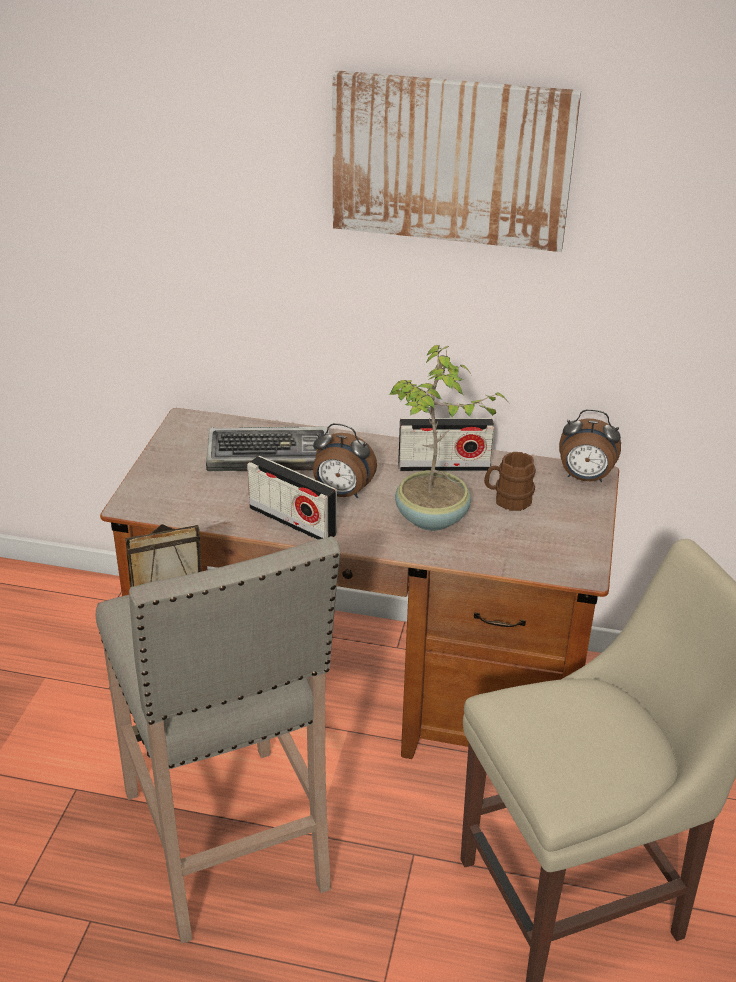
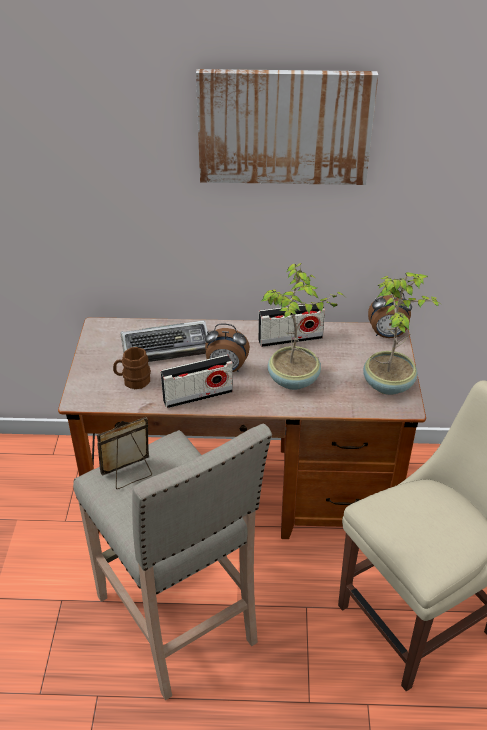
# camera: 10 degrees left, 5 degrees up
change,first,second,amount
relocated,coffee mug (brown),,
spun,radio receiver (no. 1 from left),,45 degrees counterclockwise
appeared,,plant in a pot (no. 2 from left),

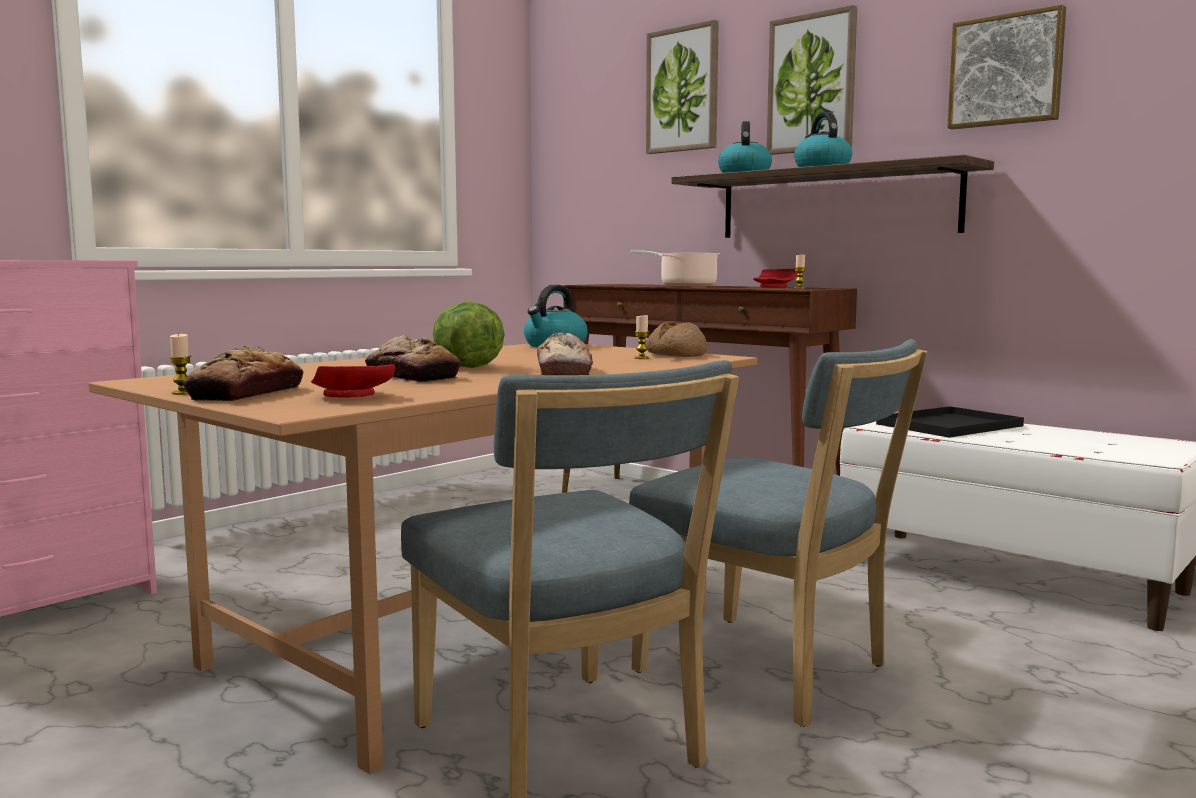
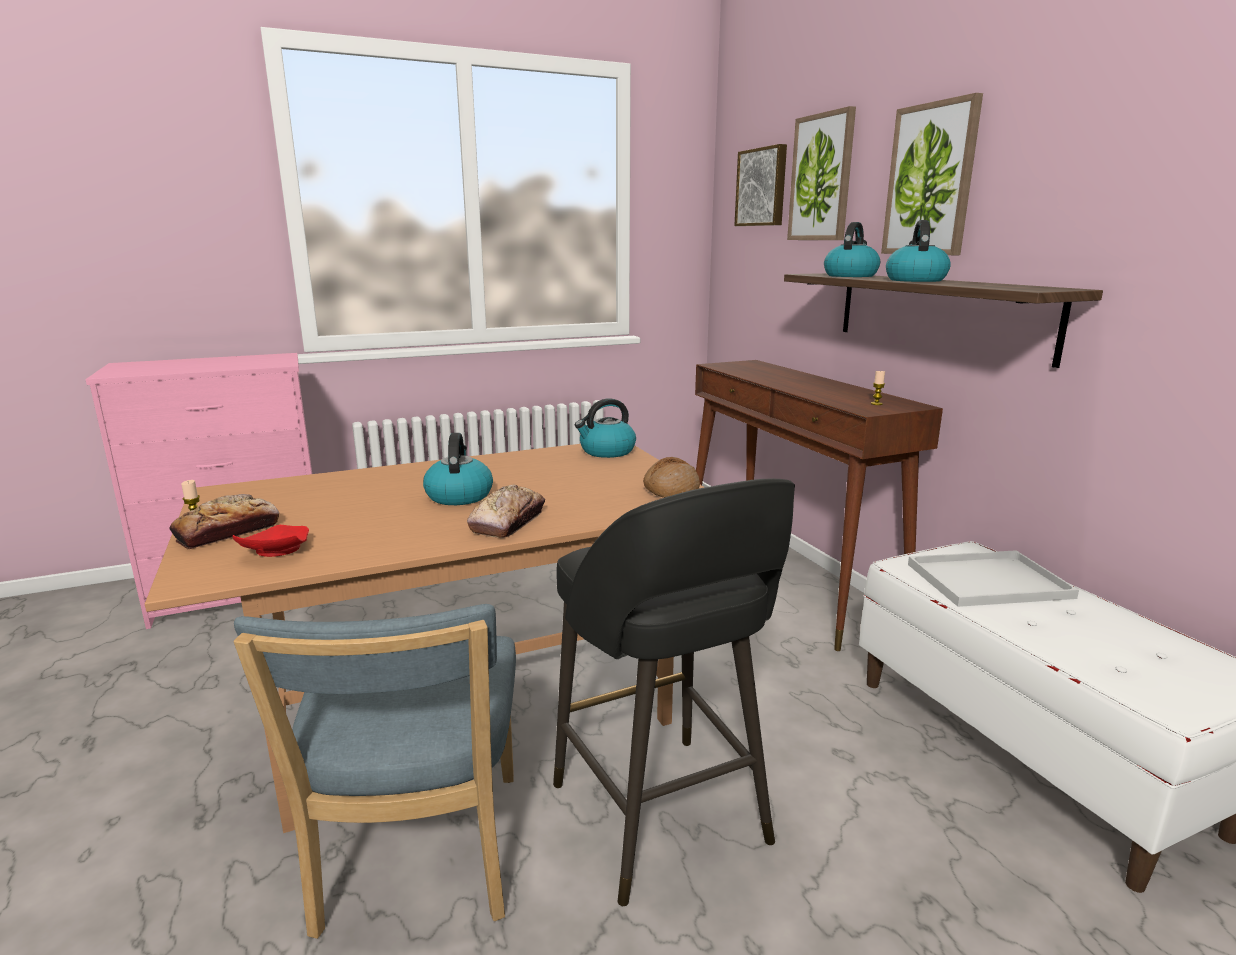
# camera: 25 degrees right, 10 degrees up
change,first,second,amount
exchanged,head of lettuce,water kettle (no. 1 from left),
exchanged,plain chair (blue-coloured) (no. 2 from left),stool seat (black-coloured),
relocated,wall picture (no. 3 from left in the first image),wall picture (no. 1 from left),
colour,carrying tray (black-coloured),carrying tray (whitish),
missing,bakery bread (no. 2 from left),,
missing,stockpot,,
missing,wax light (no. 2 from left),,
missing,plate (red) (no. 2 from left),,

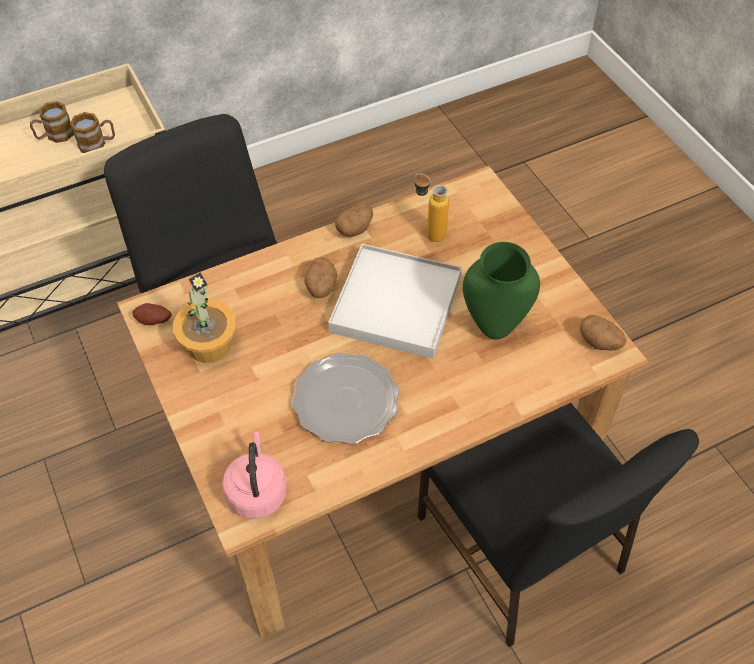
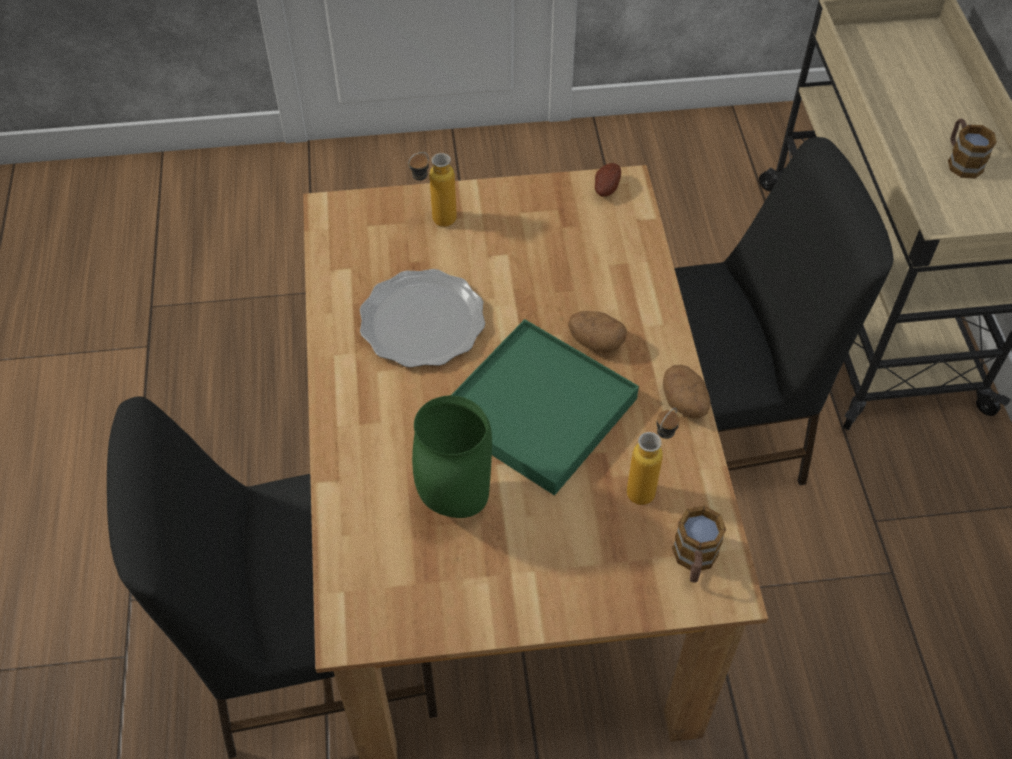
# camera: 110 degrees right, 0 degrees up
change,first,second,amount
appeared,,beverage bottle (no. 1 from left),
colour,carrying tray (whitish),carrying tray (greenish),
relocated,coffee mug (no. 2 from left in the first image),coffee mug (no. 1 from left),
missing,plant in a pot,,
missing,water kettle (pink-coloured),,
missing,whole potato (no. 4 from left),,

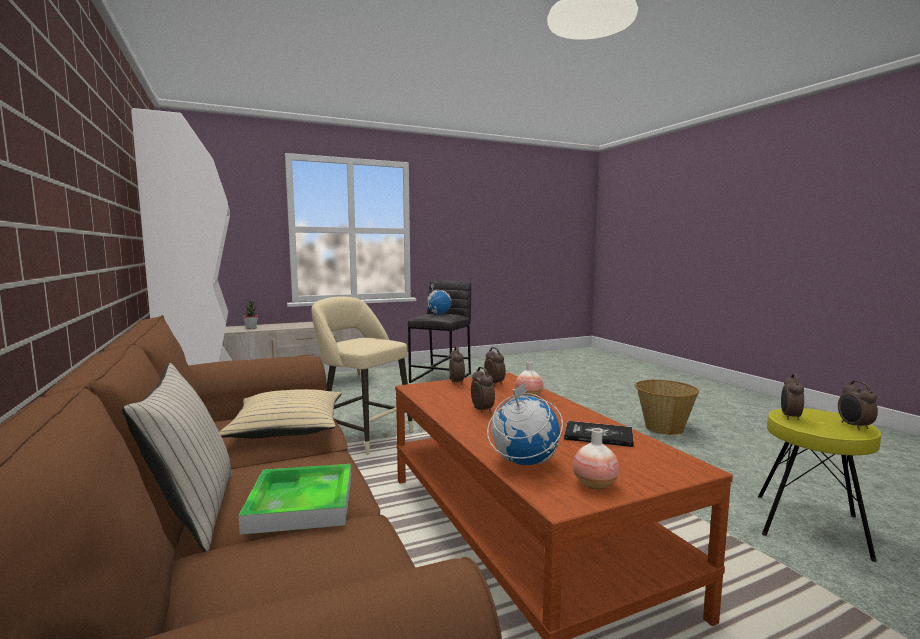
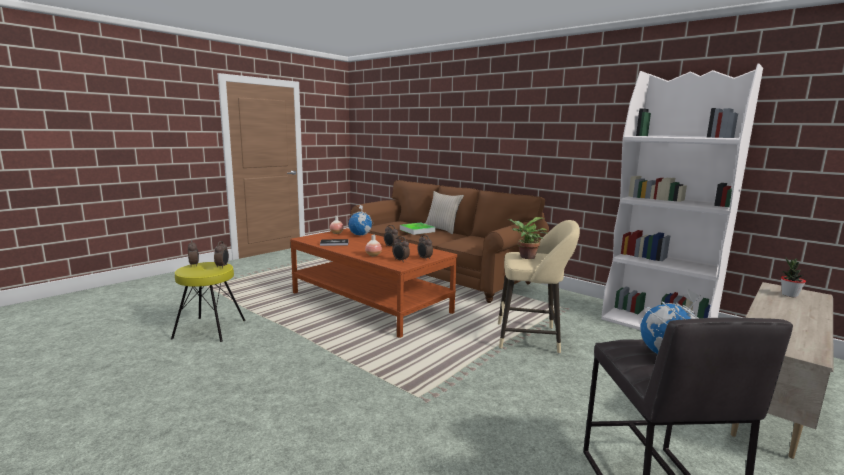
# camera: 155 degrees right, 5 degrees up
change,first,second,amount
appeared,,plant in a pot (no. 1 from left),
missing,cushion (beige) (no. 2 from left),,
missing,basket,,

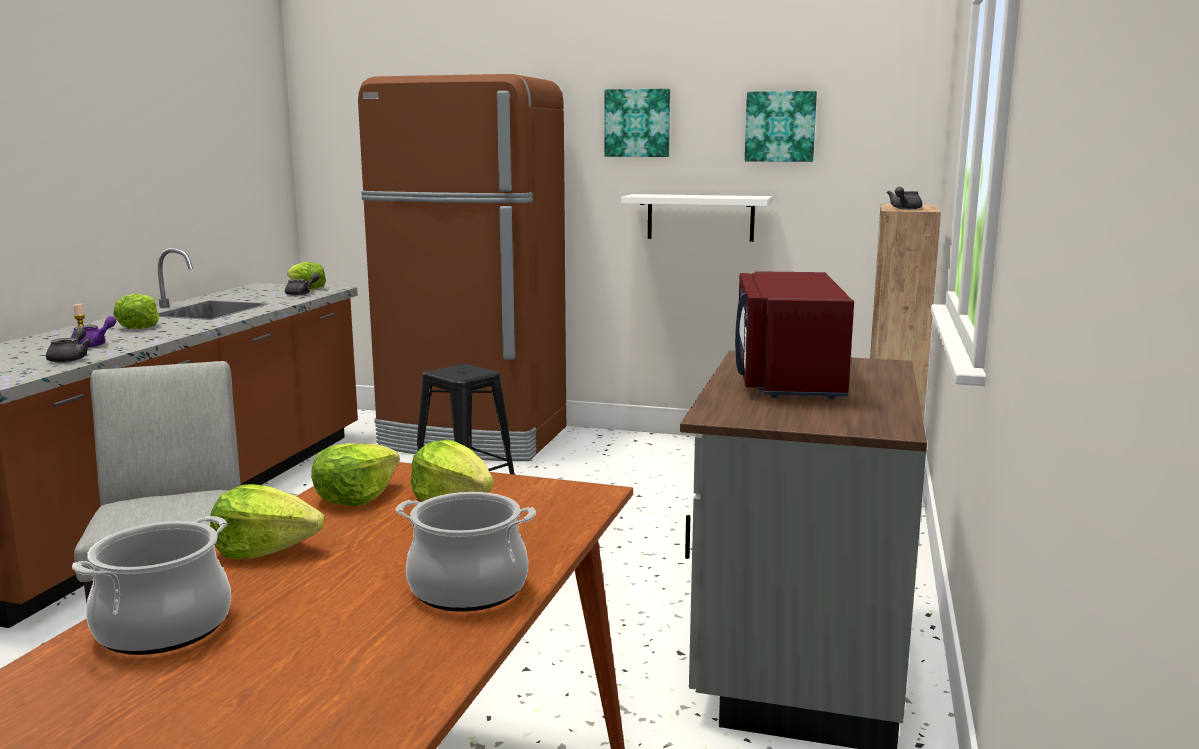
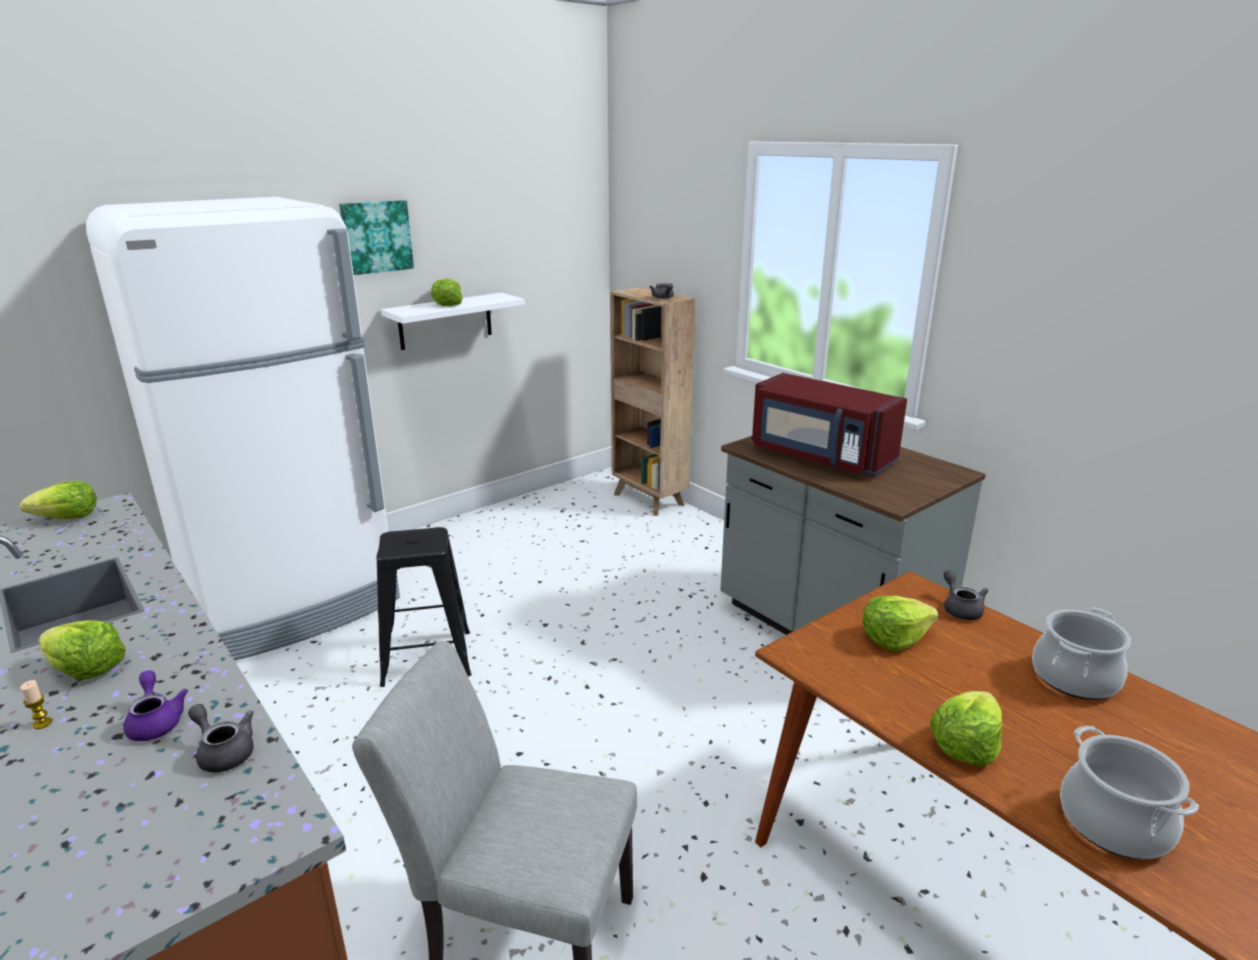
# camera: 55 degrees left, 10 degrees up
change,first,second,amount
colour,kitchen fridge (brown),kitchen fridge (whitish),
relocated,head of lettuce (no. 4 from left in the first image),head of lettuce (no. 3 from left),
relocated,pot for tea (grey) (no. 2 from left in the first image),pot for tea (grey) (no. 3 from left),
missing,wall picture (no. 2 from left),,

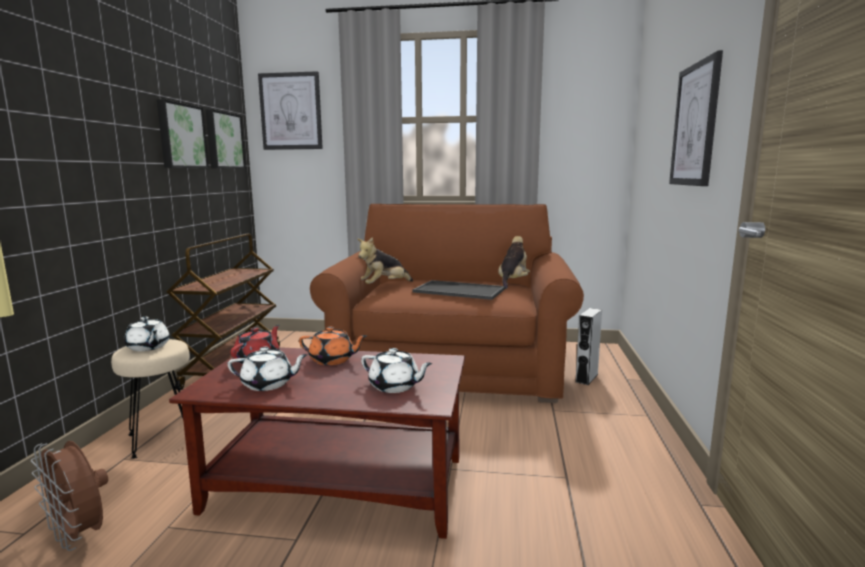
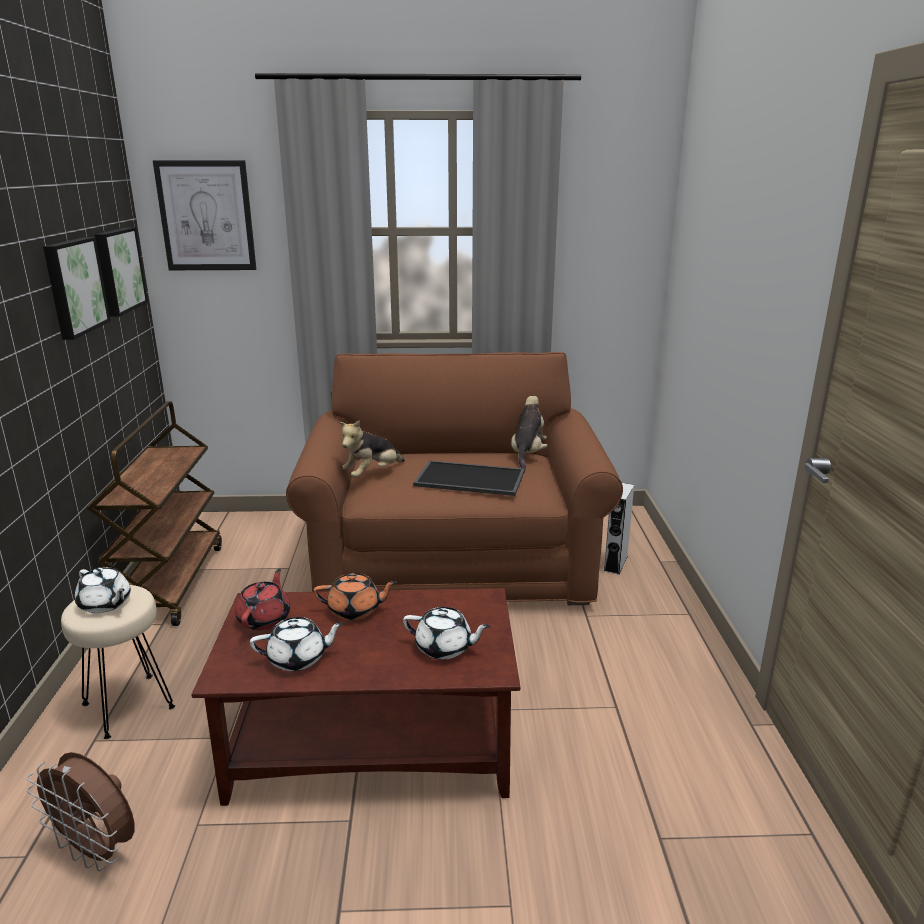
# camera: 10 degrees left, 10 degrees up
change,first,second,amount
missing,wall picture (no. 4 from left),,

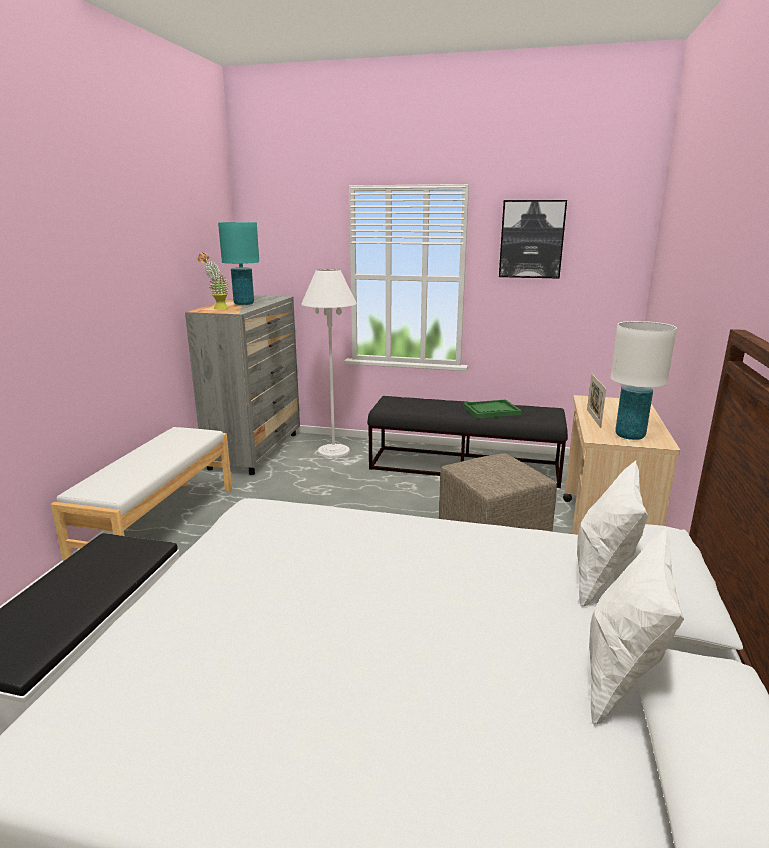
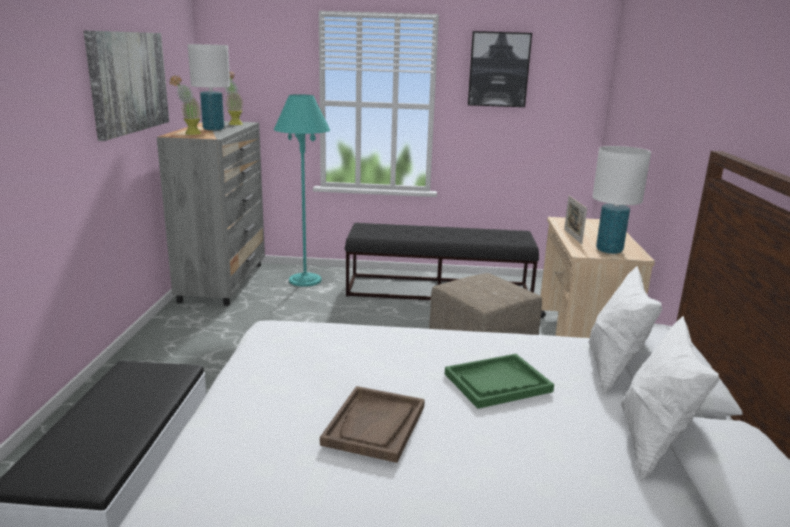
# camera: 10 degrees left, 0 degrees up
change,first,second,amount
appeared,,wall picture (no. 1 from left),
colour,table lamp (turquoise),table lamp (whitish) (no. 1 from left),
appeared,,plant in a pot (no. 2 from left),
colour,standard lamp (whitish),standard lamp (turquoise),
appeared,,carrying tray (brown),
relocated,carrying tray (greenish),,
missing,indoor bench (whitish) (no. 2 from left),,

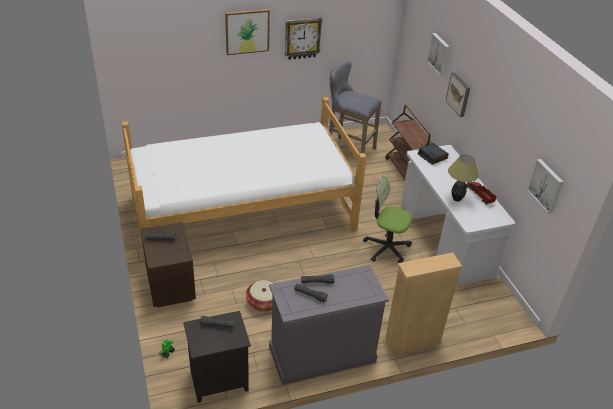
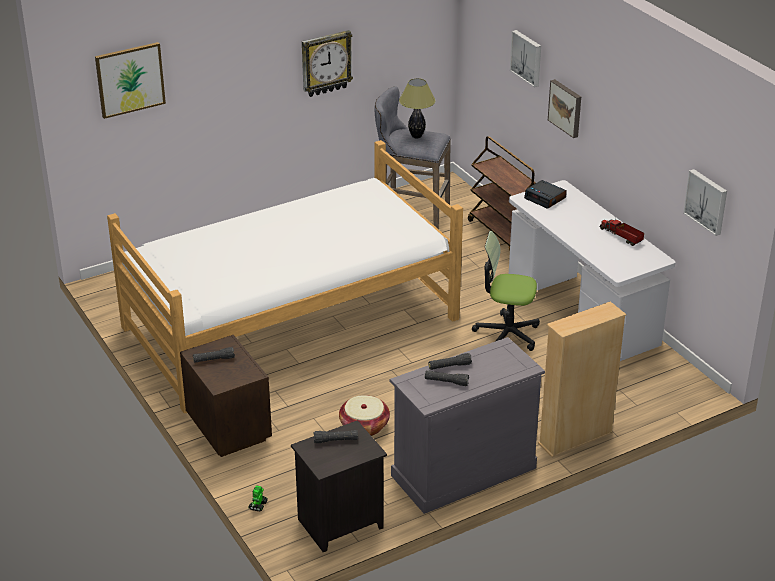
# camera: 10 degrees left, 5 degrees down
change,first,second,amount
relocated,wall picture (no. 1 from left),,
relocated,table lamp,,

